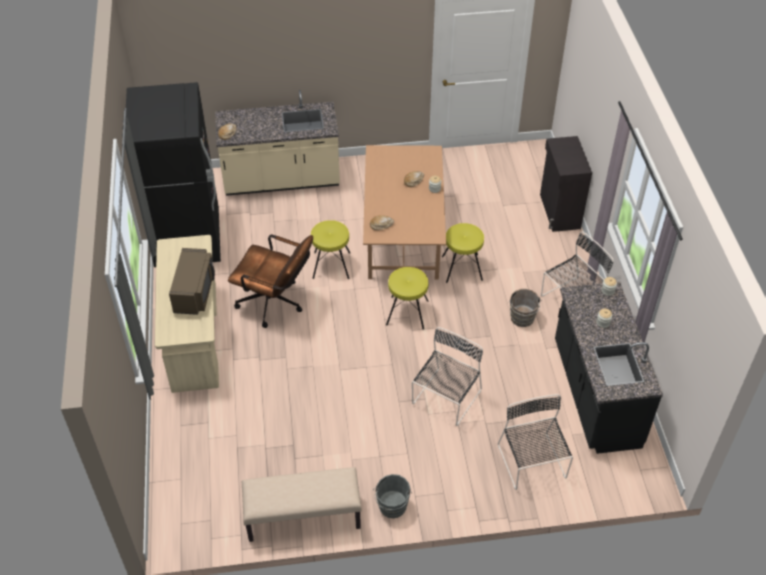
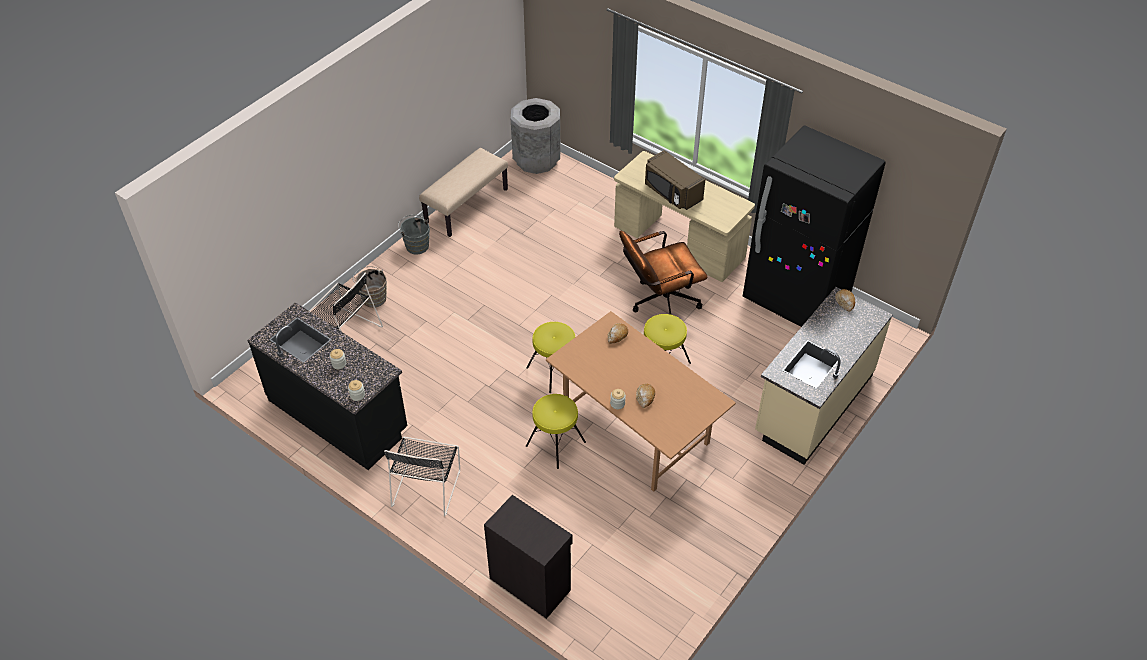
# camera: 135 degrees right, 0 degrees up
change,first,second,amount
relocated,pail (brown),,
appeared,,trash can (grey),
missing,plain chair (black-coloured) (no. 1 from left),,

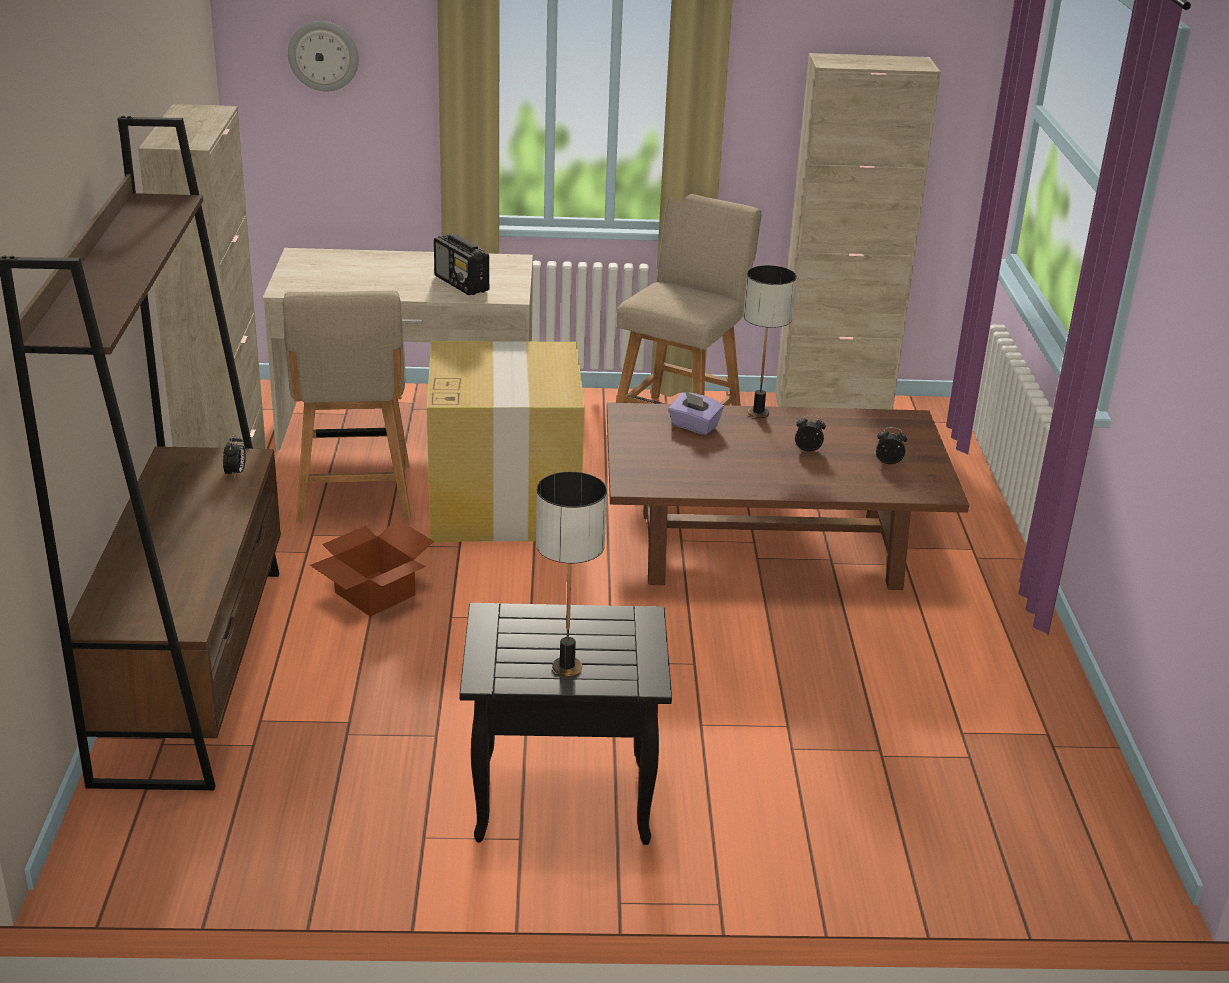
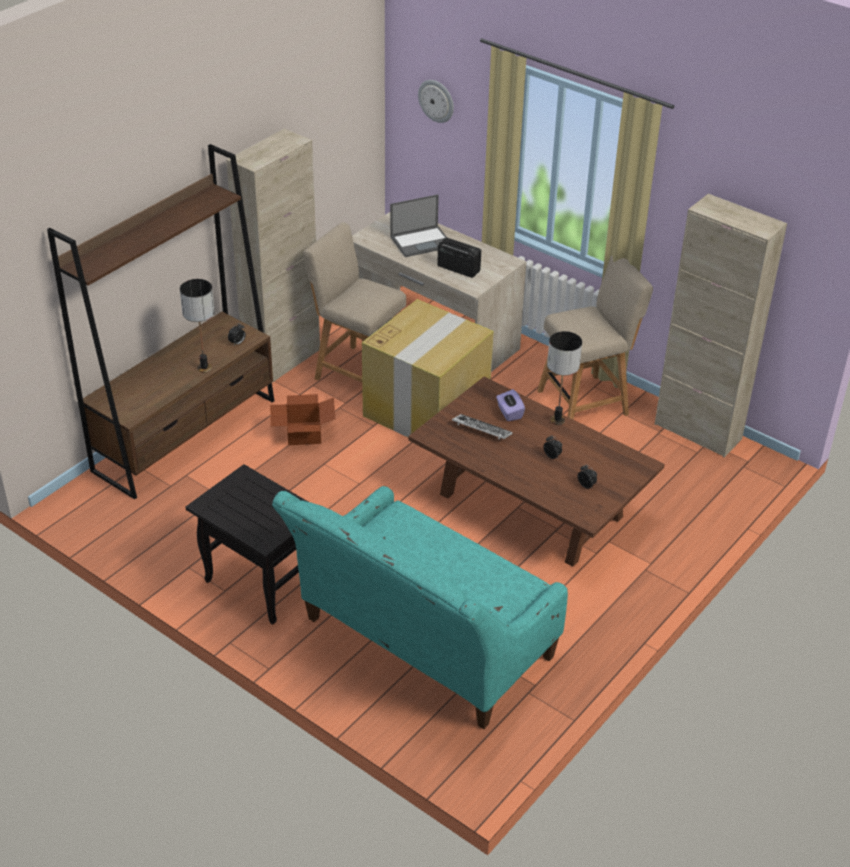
# camera: 40 degrees right, 10 degrees up
change,first,second,amount
relocated,table lamp (no. 1 from left),,
appeared,,couch (turquoise),
spun,plain chair (beige) (no. 1 from left),,90 degrees clockwise
appeared,,portable computer,
spun,radio receiver,,120 degrees clockwise
appeared,,keyboard,

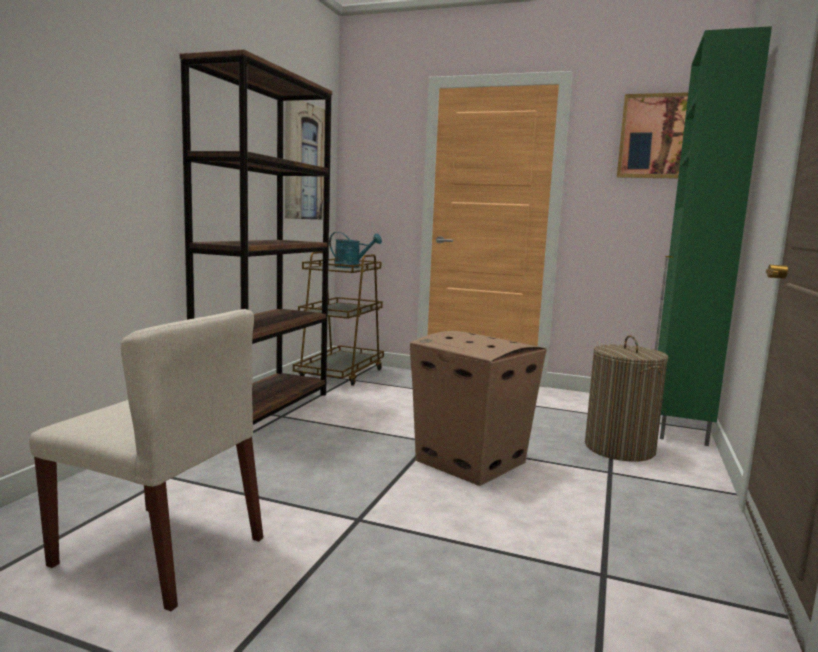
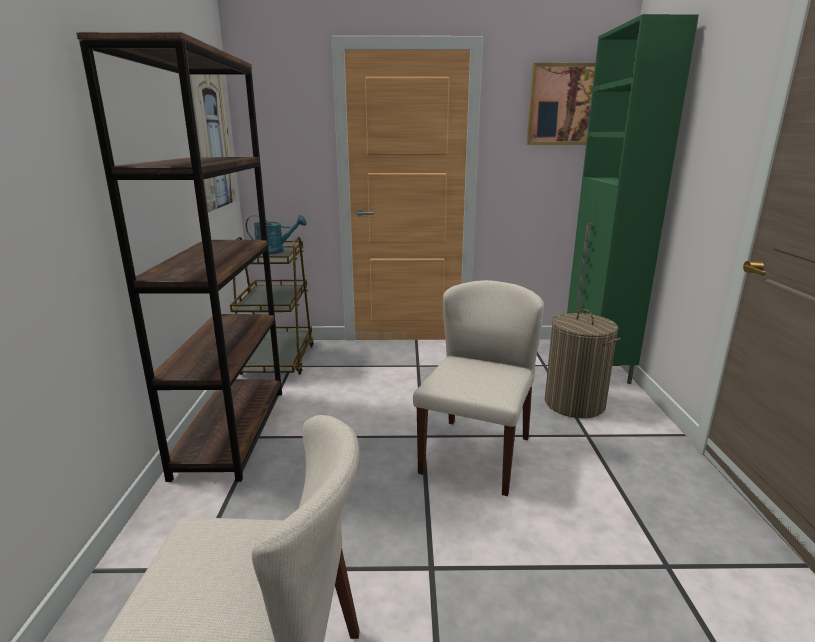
# camera: 20 degrees left, 10 degrees up
change,first,second,amount
exchanged,packing box,plain chair (beige) (no. 2 from left),

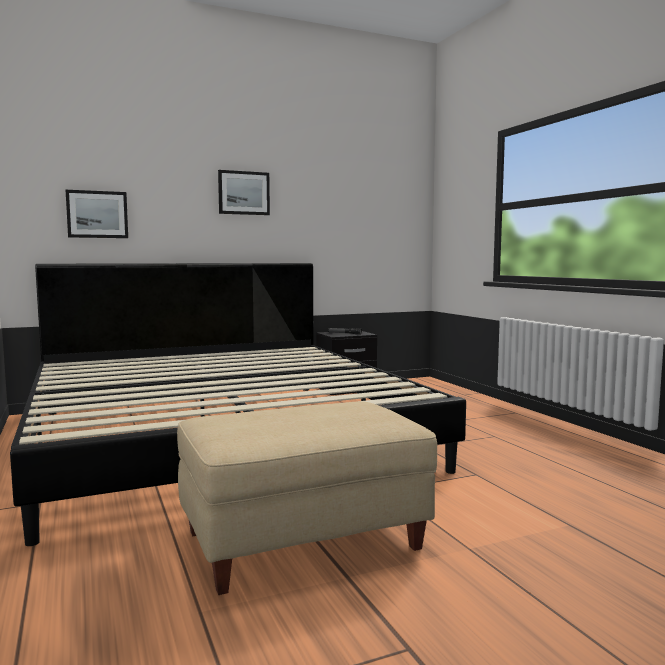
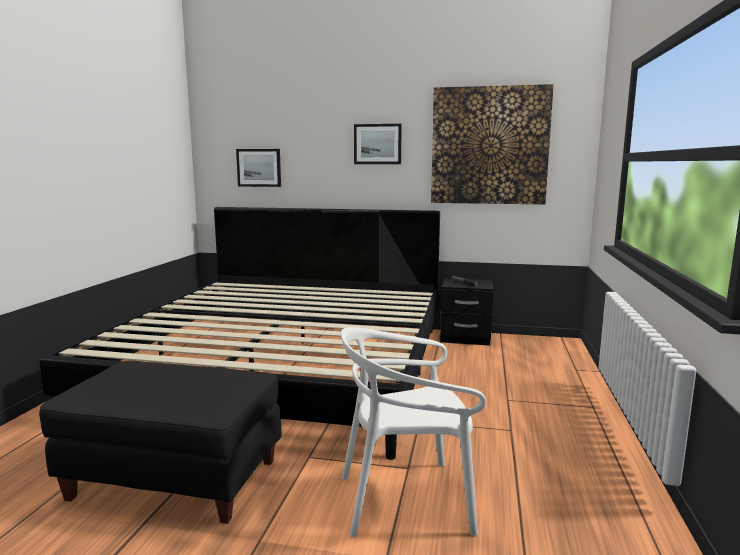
# camera: 35 degrees right, 5 degrees up
change,first,second,amount
colour,pouffe (beige),pouffe (black-coloured),
appeared,,plain chair (whitish),
appeared,,wall picture (no. 3 from left),

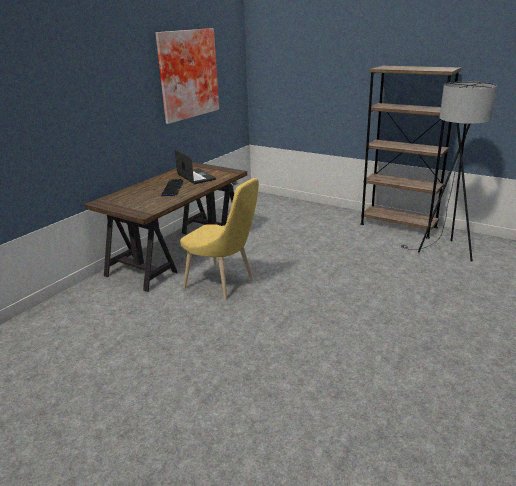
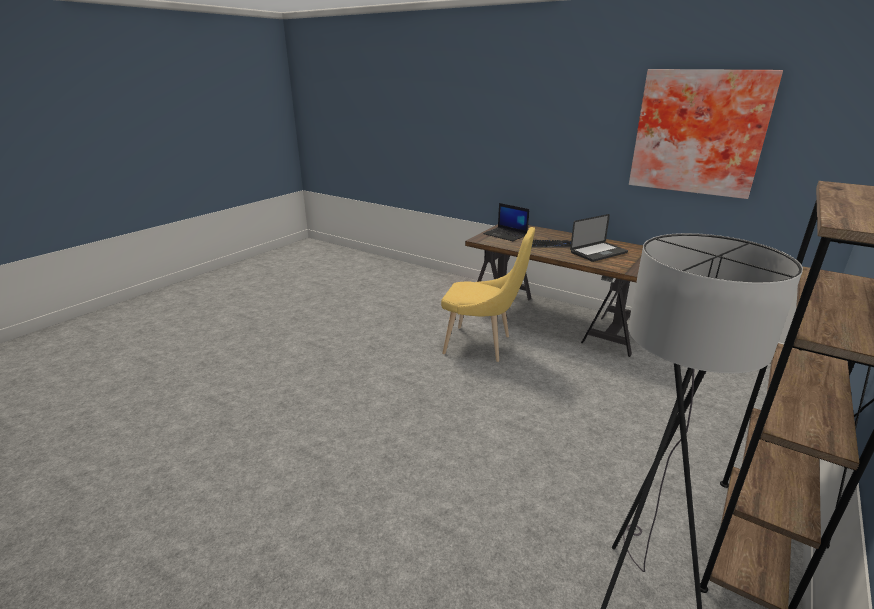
# camera: 90 degrees right, 0 degrees up
change,first,second,amount
spun,plain chair (yellowish),,105 degrees counterclockwise
appeared,,portable computer (no. 1 from left),

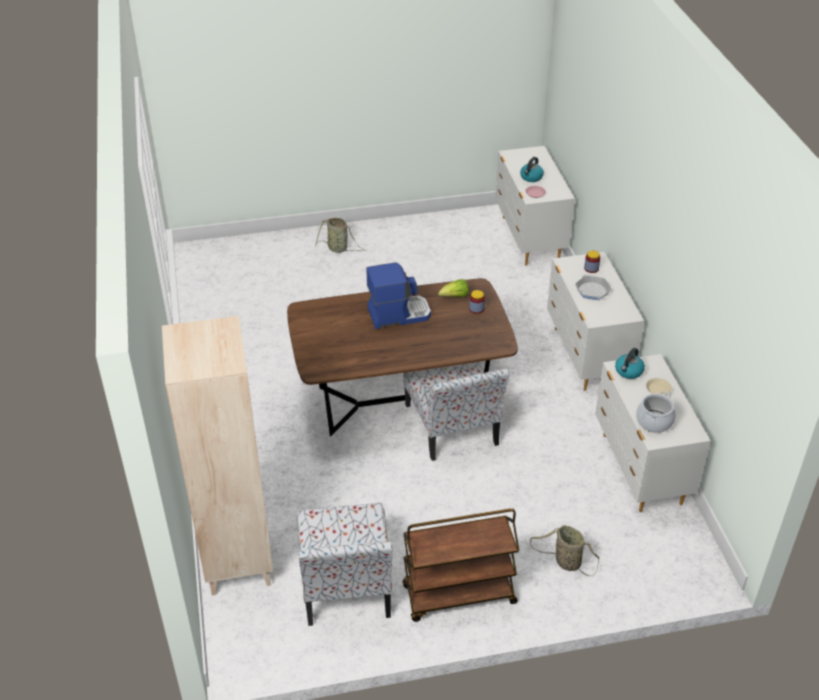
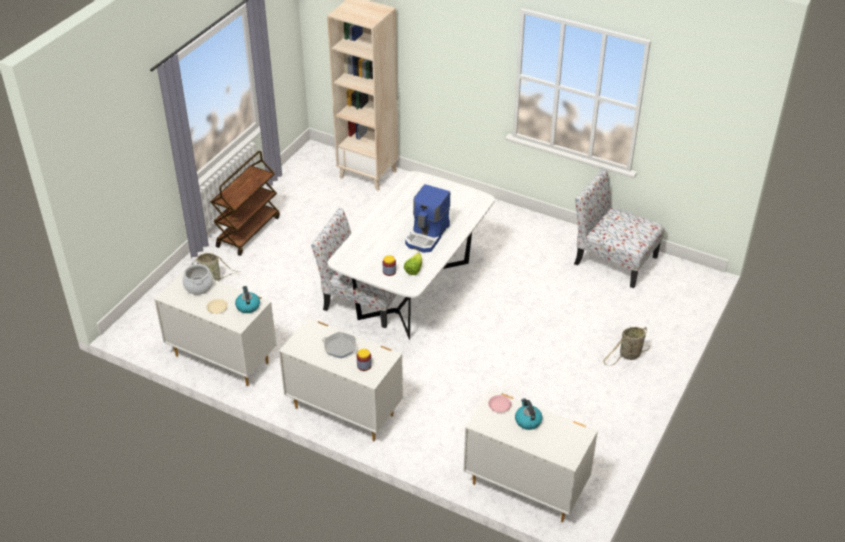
# camera: 130 degrees right, 0 degrees up
change,first,second,amount
colour,kitchen table (brown),kitchen table (whitish),
relocated,plain chair (no. 1 from left in the first image),plain chair (no. 2 from left),

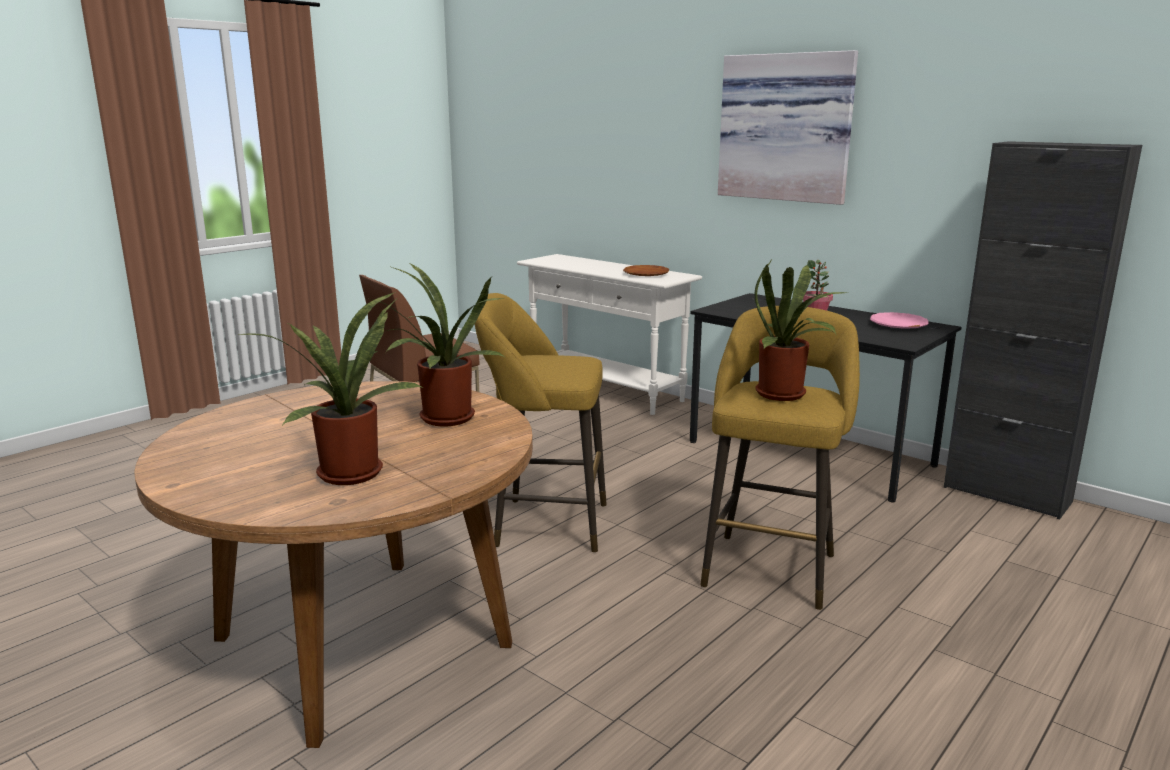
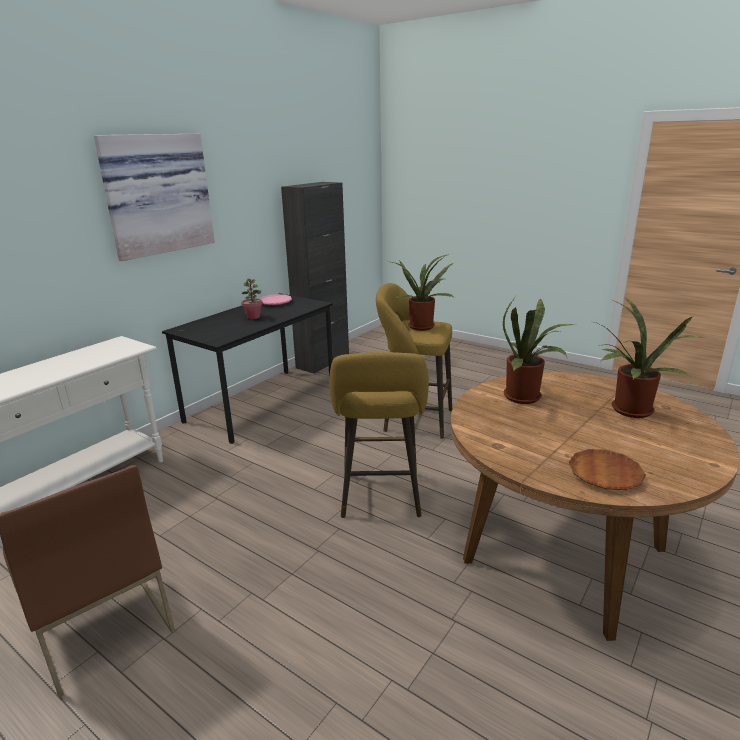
# camera: 95 degrees left, 5 degrees up
change,first,second,amount
relocated,plate (brown),,

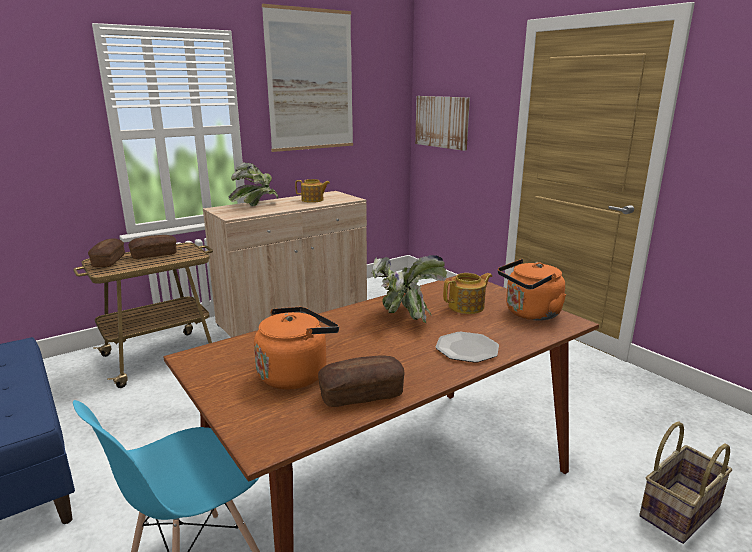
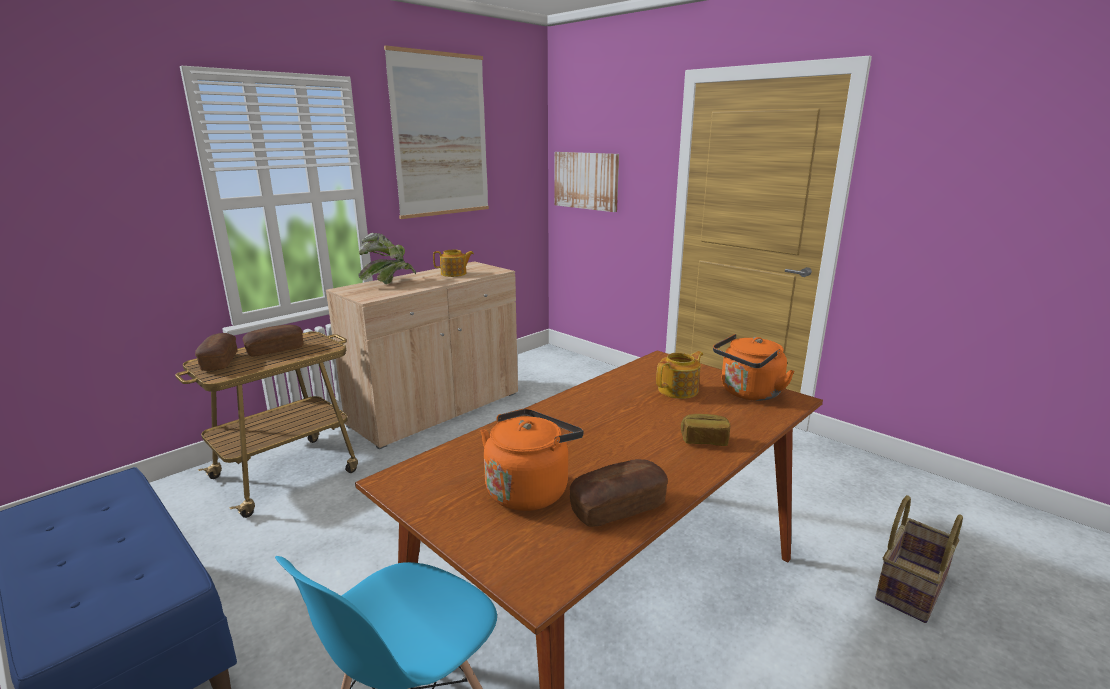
# camera: 10 degrees left, 0 degrees up
change,first,second,amount
exchanged,plate,bakery bread (no. 4 from left),
missing,plant in a pot (no. 2 from left),,

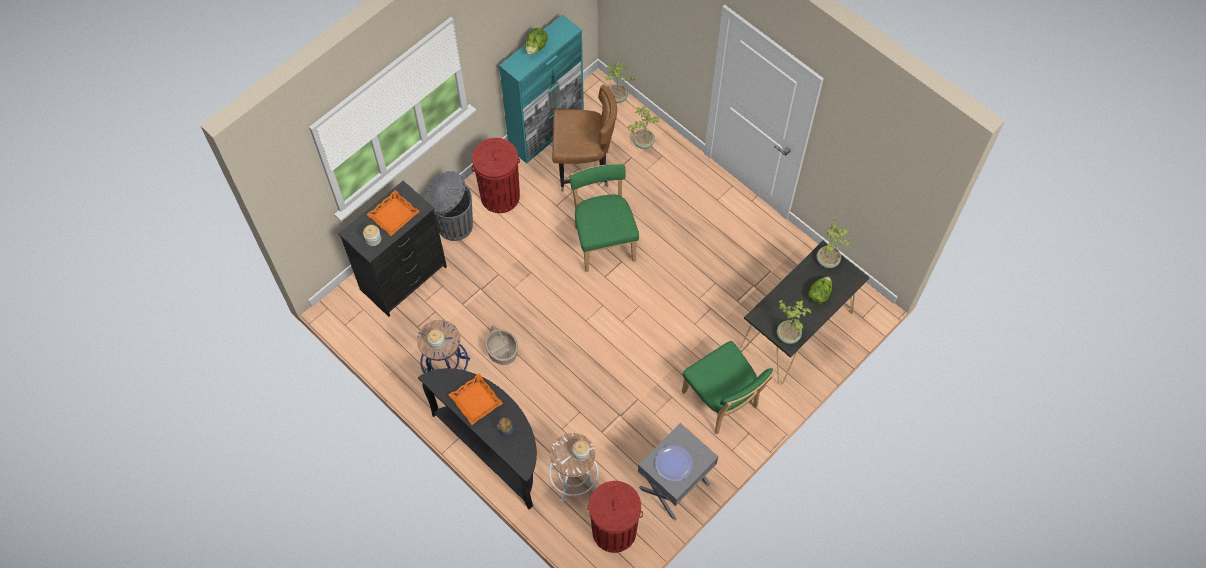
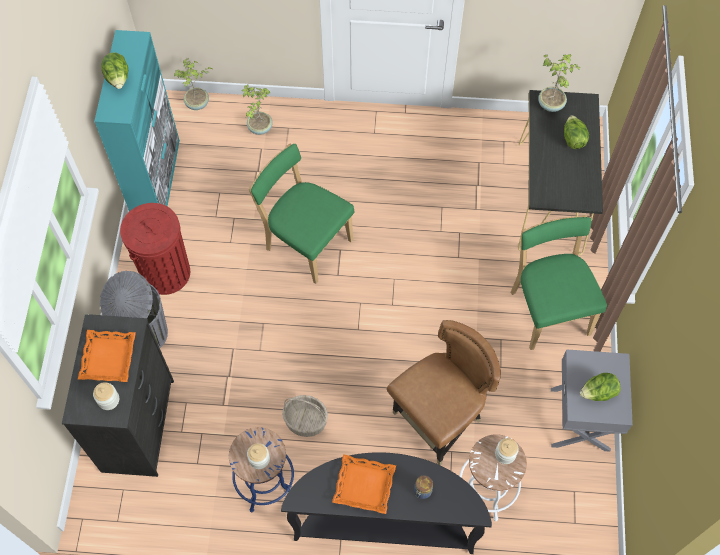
# camera: 40 degrees left, 0 degrees up
change,first,second,amount
relocated,plain chair (brown),,
spun,plain chair (greenish) (no. 2 from left),,120 degrees counterclockwise
exchanged,plate,head of lettuce (no. 3 from left),
missing,trash can (red) (no. 2 from left),,
missing,plant in a pot (no. 3 from left),,

